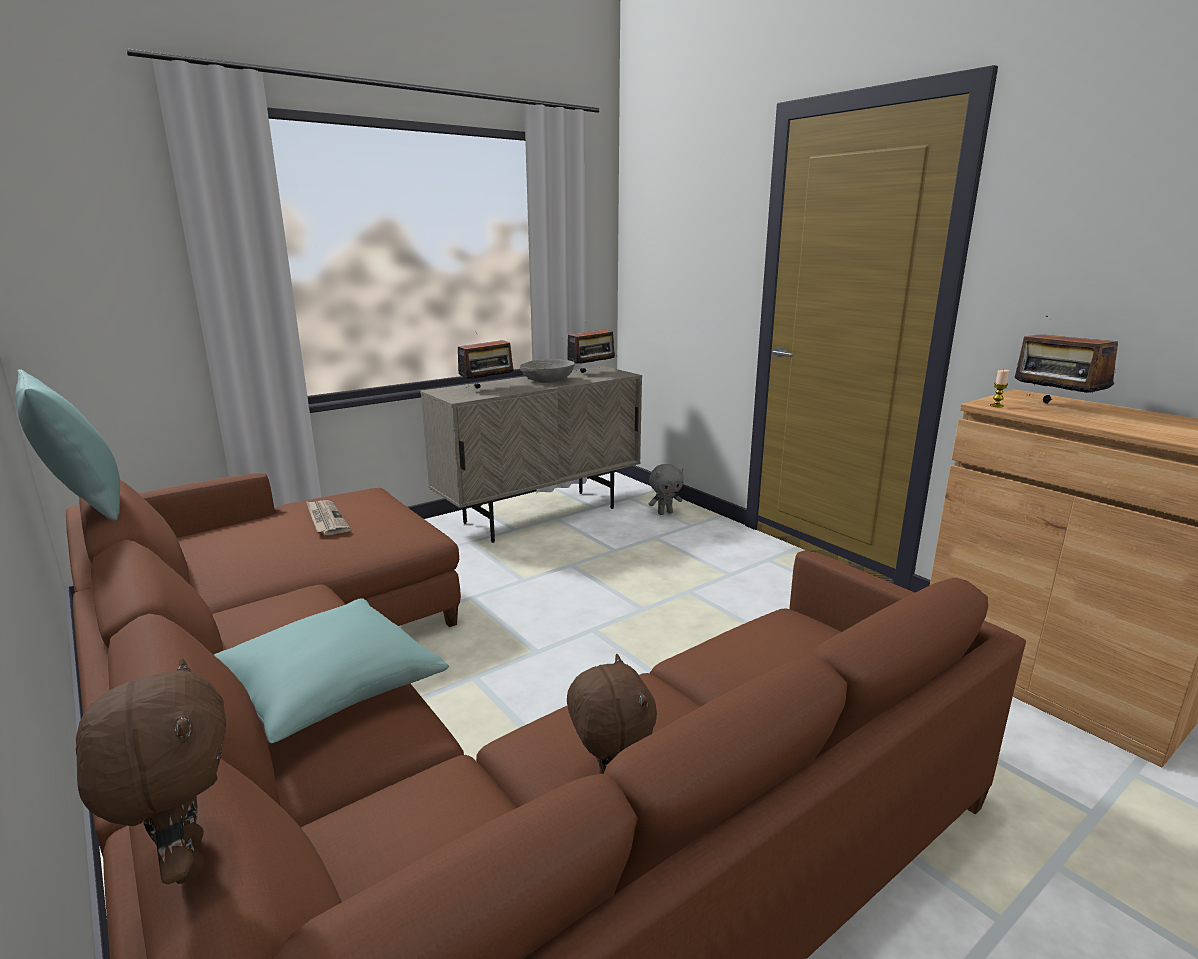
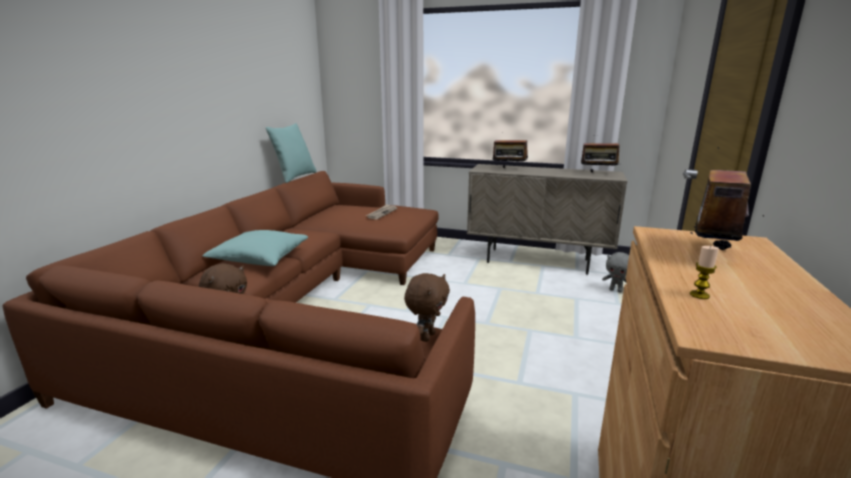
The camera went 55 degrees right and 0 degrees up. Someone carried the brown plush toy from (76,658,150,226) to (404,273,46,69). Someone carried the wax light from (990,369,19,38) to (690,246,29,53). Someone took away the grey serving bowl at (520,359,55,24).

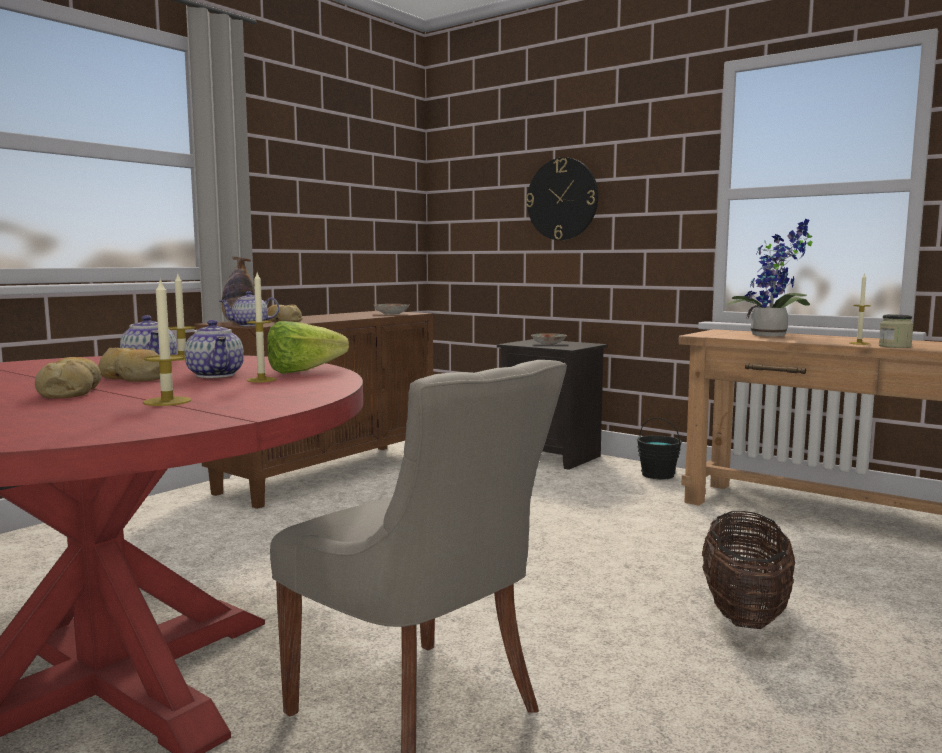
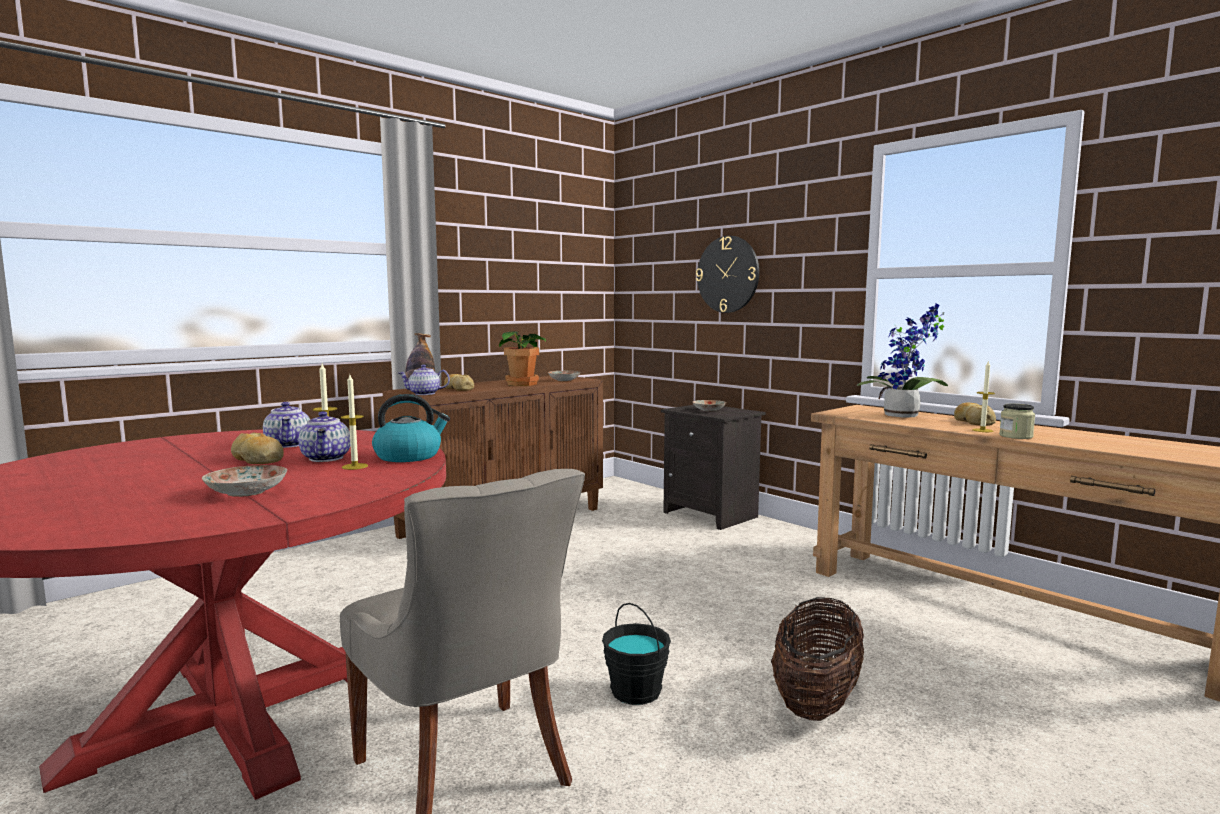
The camera went 10 degrees right and 0 degrees up. Someone swapped the wax light at (143,278,49,128) for the dinner plate at (202,465,85,32). Someone swapped the lettuce at (267,321,82,53) for the tea kettle at (372,394,78,68). Someone put down the potted plant at (499,331,47,55). Someone carried the black water bucket from (637,418,45,61) to (602,603,69,102). Someone carried the bakery bread from (35,357,66,42) to (954,403,42,23).

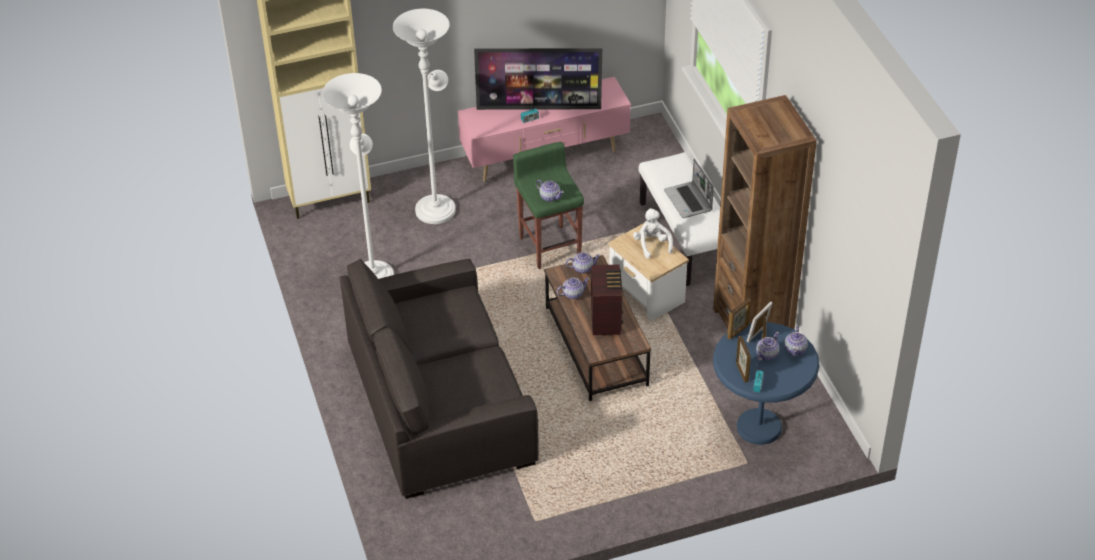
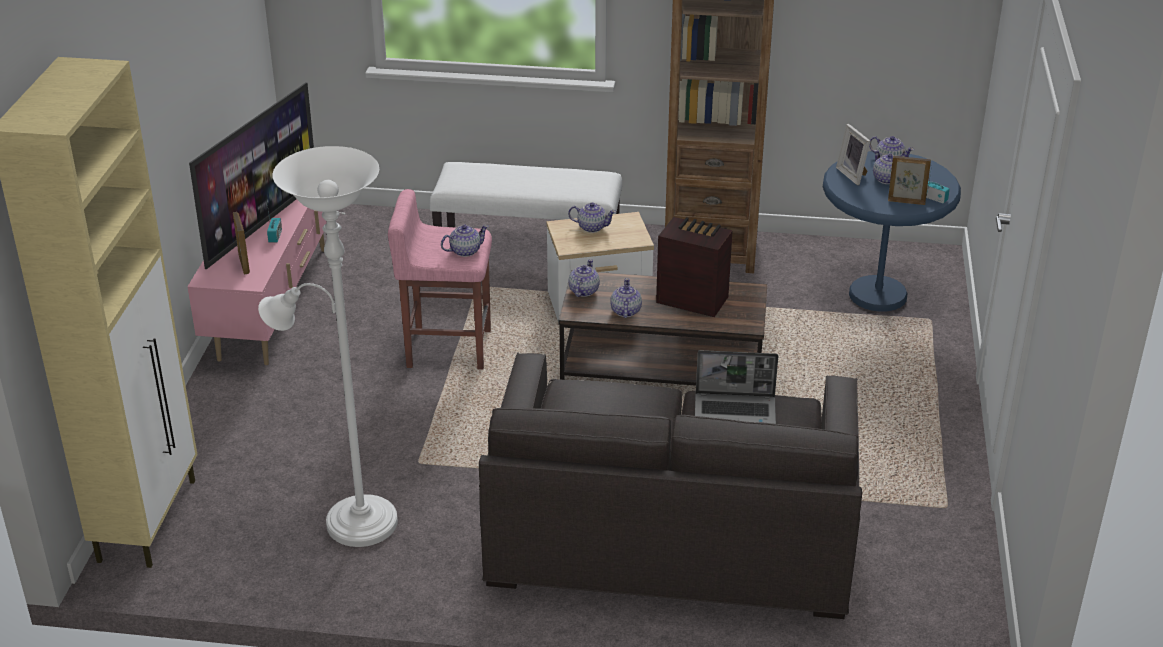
The camera went 65 degrees left and 10 degrees down. Someone carried the picture frame from (727,299,24,41) to (233,212,17,62). Someone repainted the green sitting stool at (513,142,71,127), which became the pink sitting stool at (388,189,104,181). Someone swapped the whitish plush toy at (633,208,40,51) for the teapot at (568,202,48,31). Someone carried the notebook computer from (664,159,50,59) to (695,350,83,74). Someone took away the whitish standard lamp at (393,9,63,215).

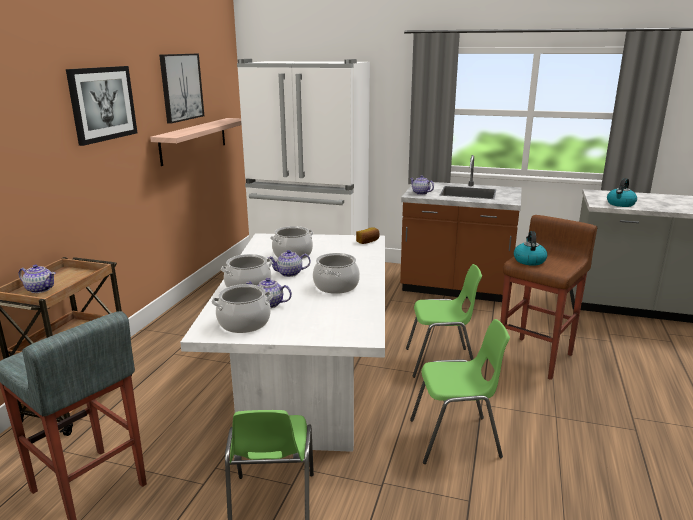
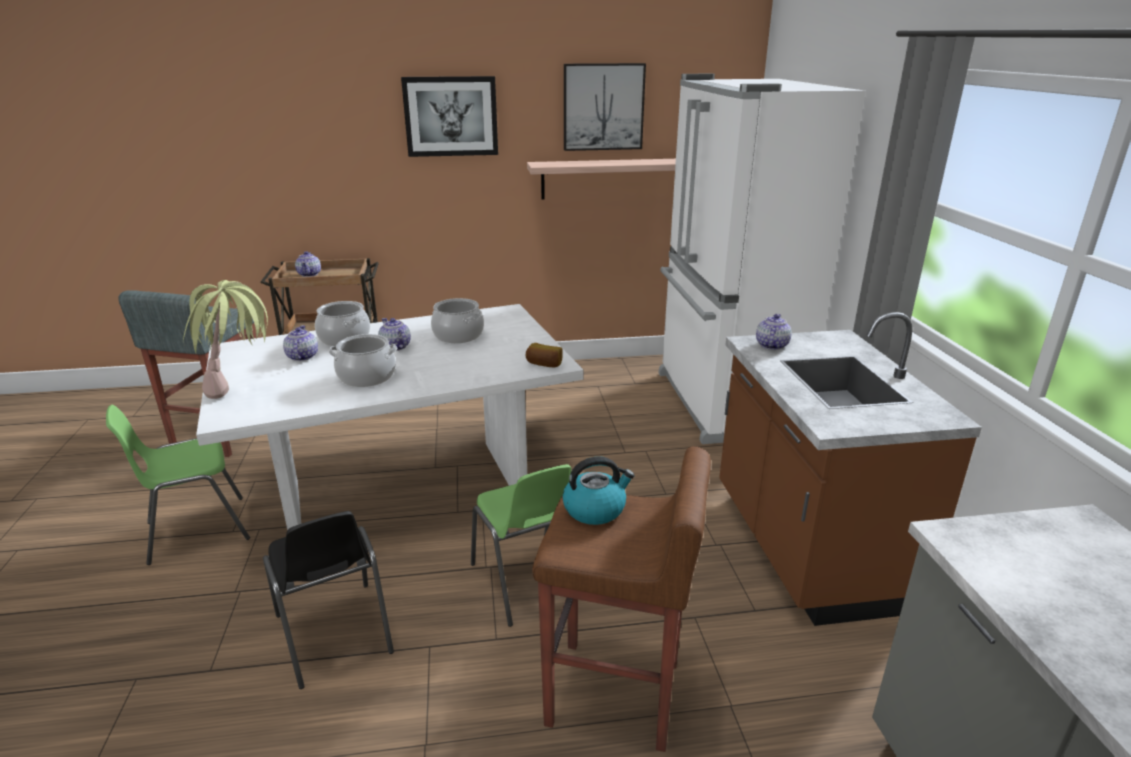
The camera went 65 degrees right and 5 degrees up. Someone put down the potted plant at (183,280,85,119). Someone repainted the green chair at (410,319,100,145), which became the black chair at (263,511,131,178). Someone took away the saucepot at (211,284,62,49). Someone took away the tea kettle at (607,178,30,29).

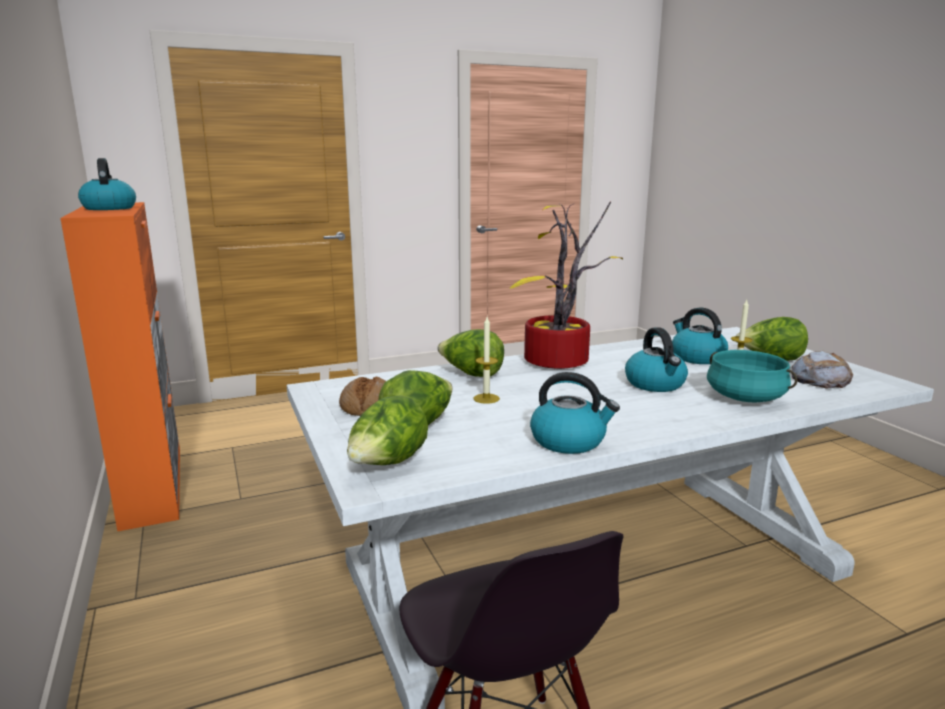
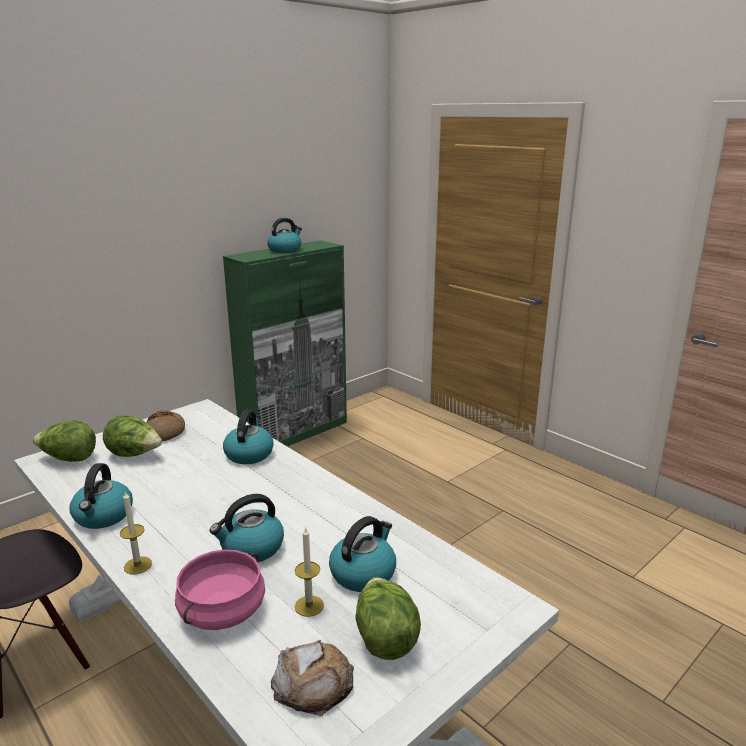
The camera went 70 degrees right and 5 degrees up. Someone carried the wax light from (473,317,27,87) to (120,491,32,83). Someone repainted the turquoise-coloured saucepot at (707,350,91,53), which became the pink saucepot at (175,549,90,81). Someone repainted the orange-coloured cabinet at (60,202,120,330), which became the green cabinet at (223,240,124,206). Someone swapped the lettuce at (437,329,67,48) for the tea kettle at (223,410,51,54). Someone took away the potted plant at (510,202,113,166).

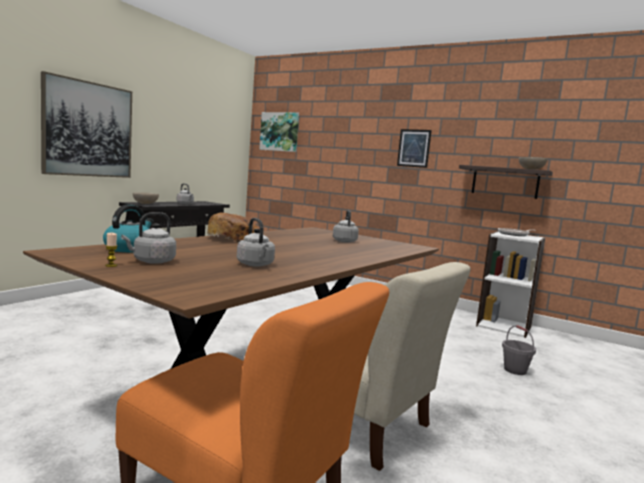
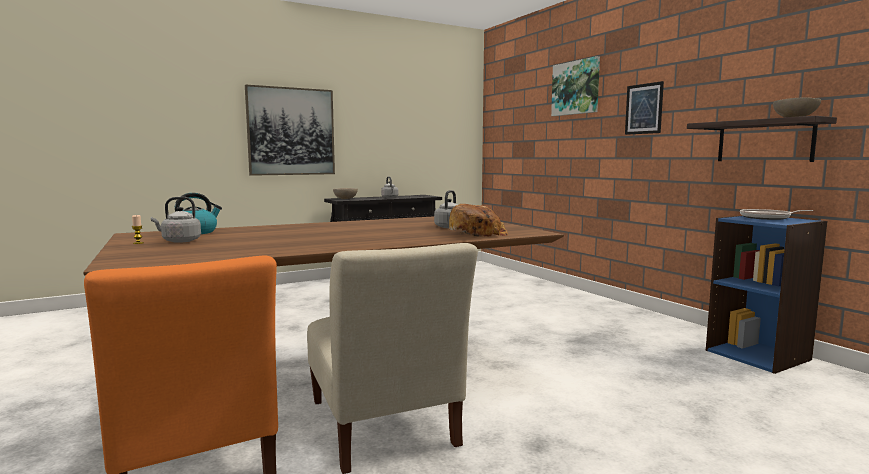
The camera went 30 degrees right and 0 degrees up. Someone carried the bakery bread from (207,212,51,30) to (449,204,59,32). Someone carried the picture from (259,112,40,40) to (551,56,49,60). Someone repainted the whitish bookshelf at (476,231,70,107), which became the bluish bookshelf at (706,216,122,158). Someone took away the grey tea kettle at (237,218,38,49). Someone took away the grey water bucket at (502,325,34,50).

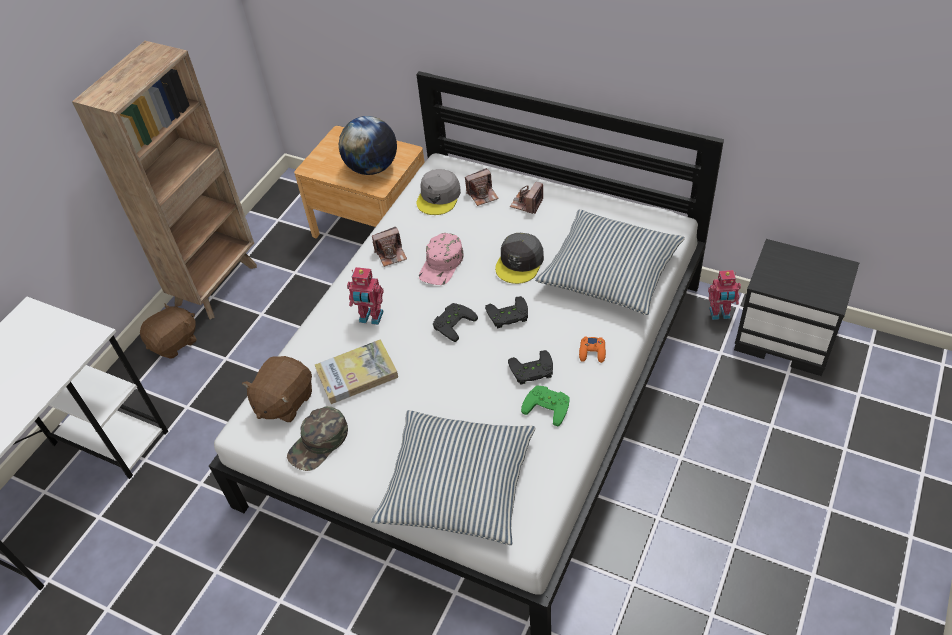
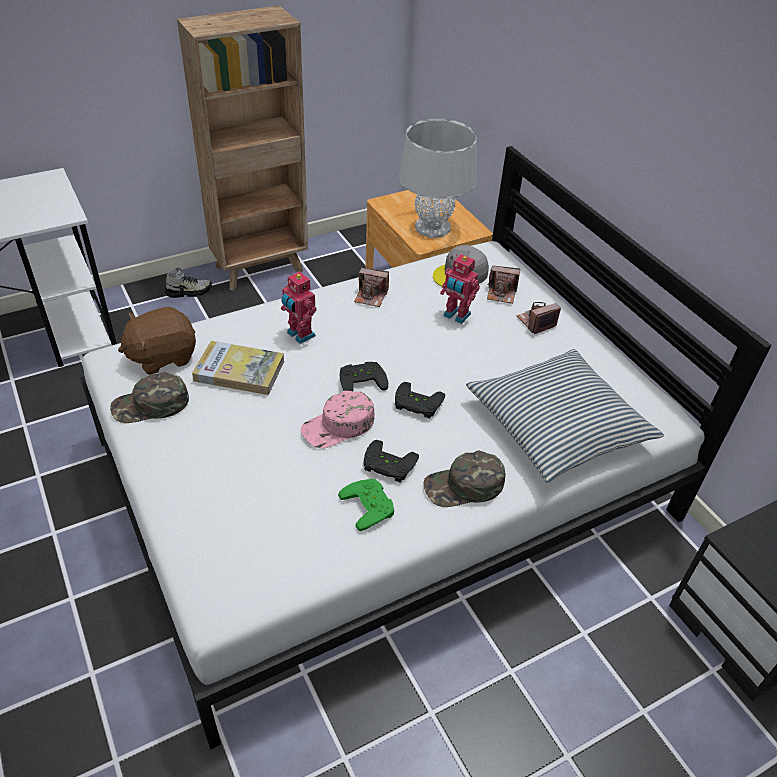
The camera went 30 degrees right and 5 degrees down. Someone swapped the brown plush toy at (140,303,57,55) for the low shoe at (165,267,47,31). Someone carried the pink cap from (419,233,45,52) to (301,391,74,57). Someone swapped the globe at (338,116,59,59) for the grey tabletop lamp at (399,119,78,119). Someone swapped the orange-coloured gamepad at (579,337,27,26) for the green cap at (424,451,81,56). Someone carried the model robot from (708,270,33,50) to (440,254,40,70). Someone took away the throw pillow at (371,410,165,135). Someone took away the grey cap at (495,233,49,51).

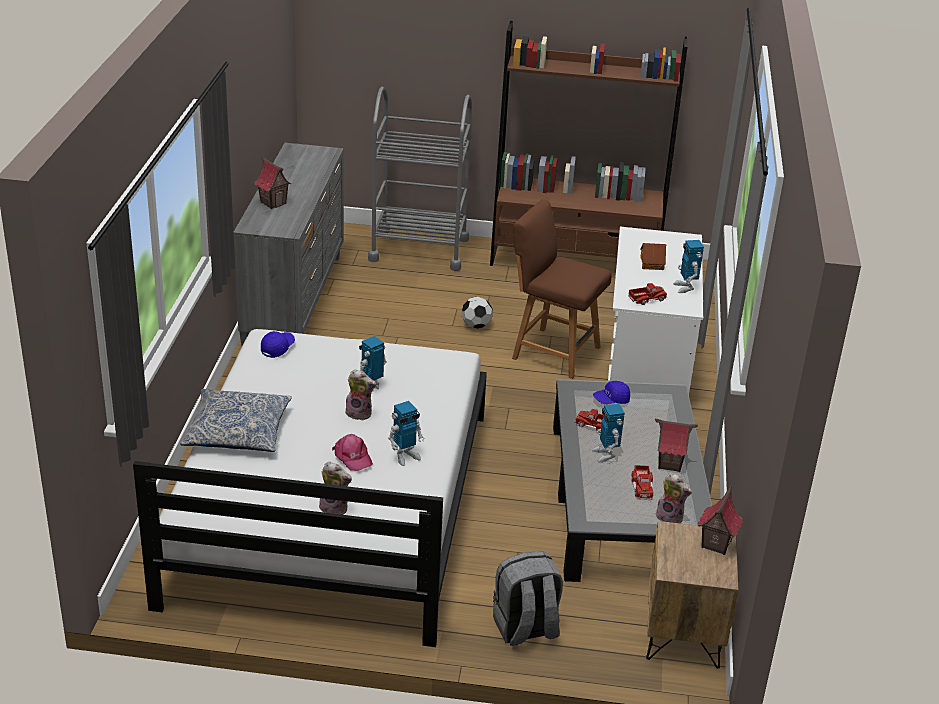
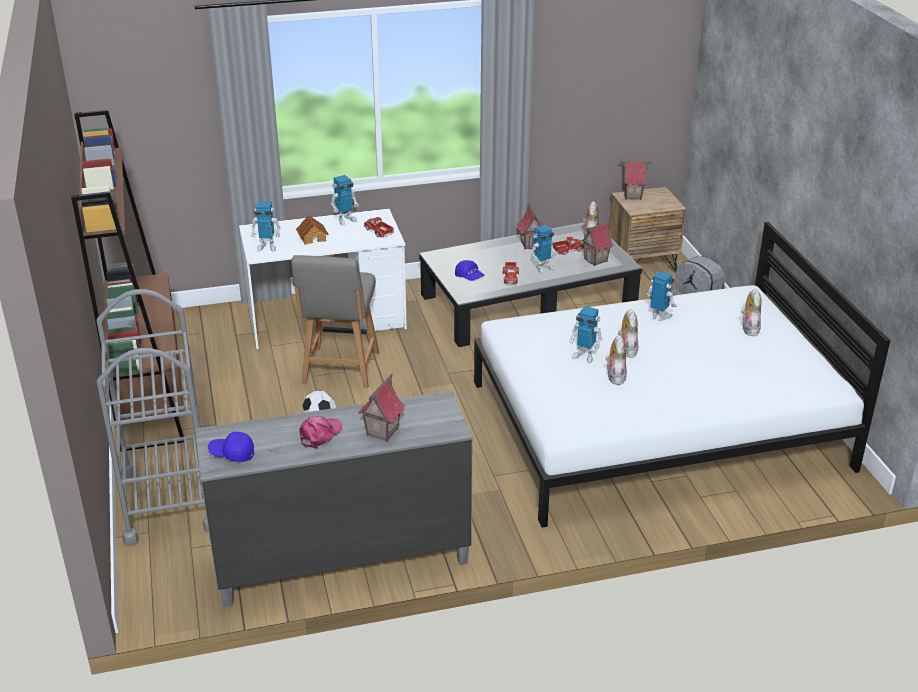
The camera went 110 degrees left and 0 degrees up. Someone carried the bluish cap from (261,331,34,27) to (208,432,46,30). Someone put down the model robot at (251,201,30,51). Someone repainted the brown chair at (512,199,100,180), which became the grey chair at (291,255,88,133). Someone carried the pink cap from (332,434,41,37) to (299,416,43,32). Someone put down the toy house at (580,220,34,46). Someone put down the plush toy at (605,335,22,50). Someone took away the throw pillow at (180,389,112,63).

